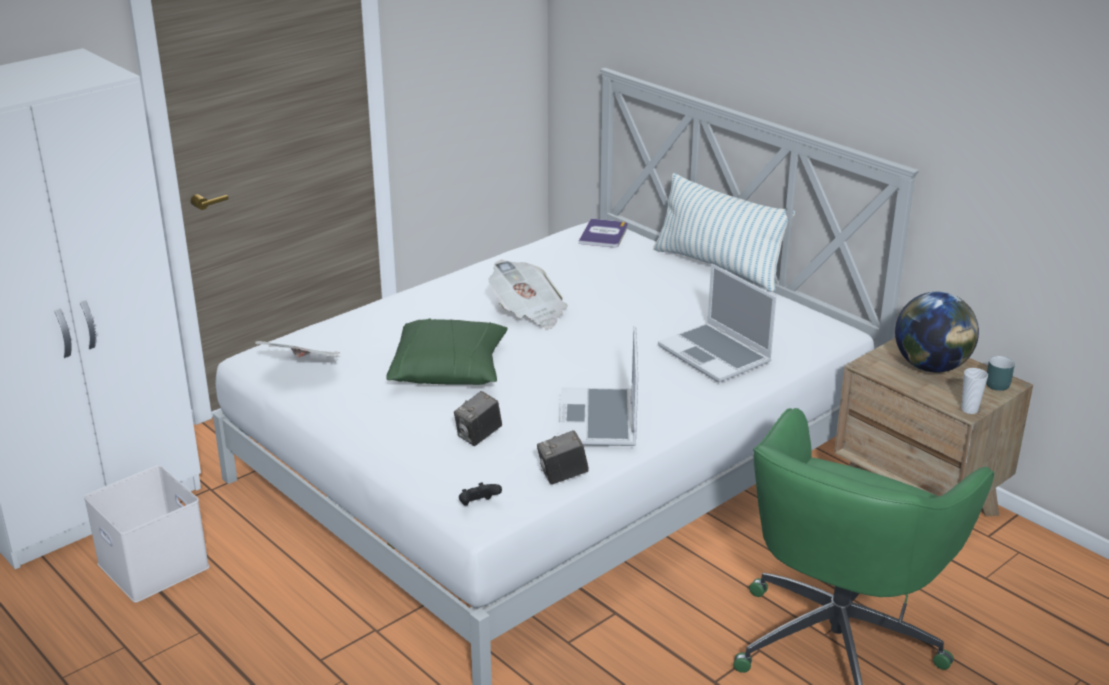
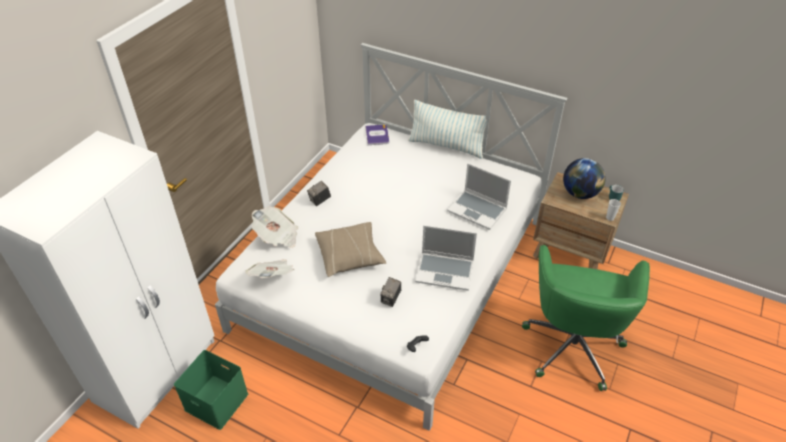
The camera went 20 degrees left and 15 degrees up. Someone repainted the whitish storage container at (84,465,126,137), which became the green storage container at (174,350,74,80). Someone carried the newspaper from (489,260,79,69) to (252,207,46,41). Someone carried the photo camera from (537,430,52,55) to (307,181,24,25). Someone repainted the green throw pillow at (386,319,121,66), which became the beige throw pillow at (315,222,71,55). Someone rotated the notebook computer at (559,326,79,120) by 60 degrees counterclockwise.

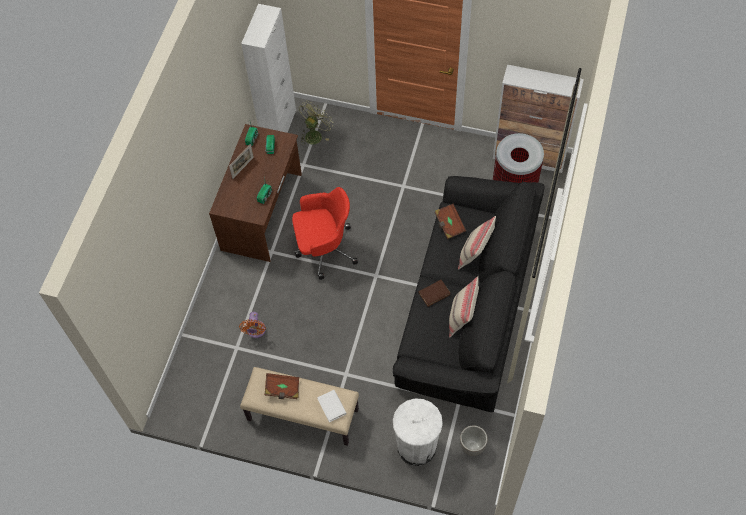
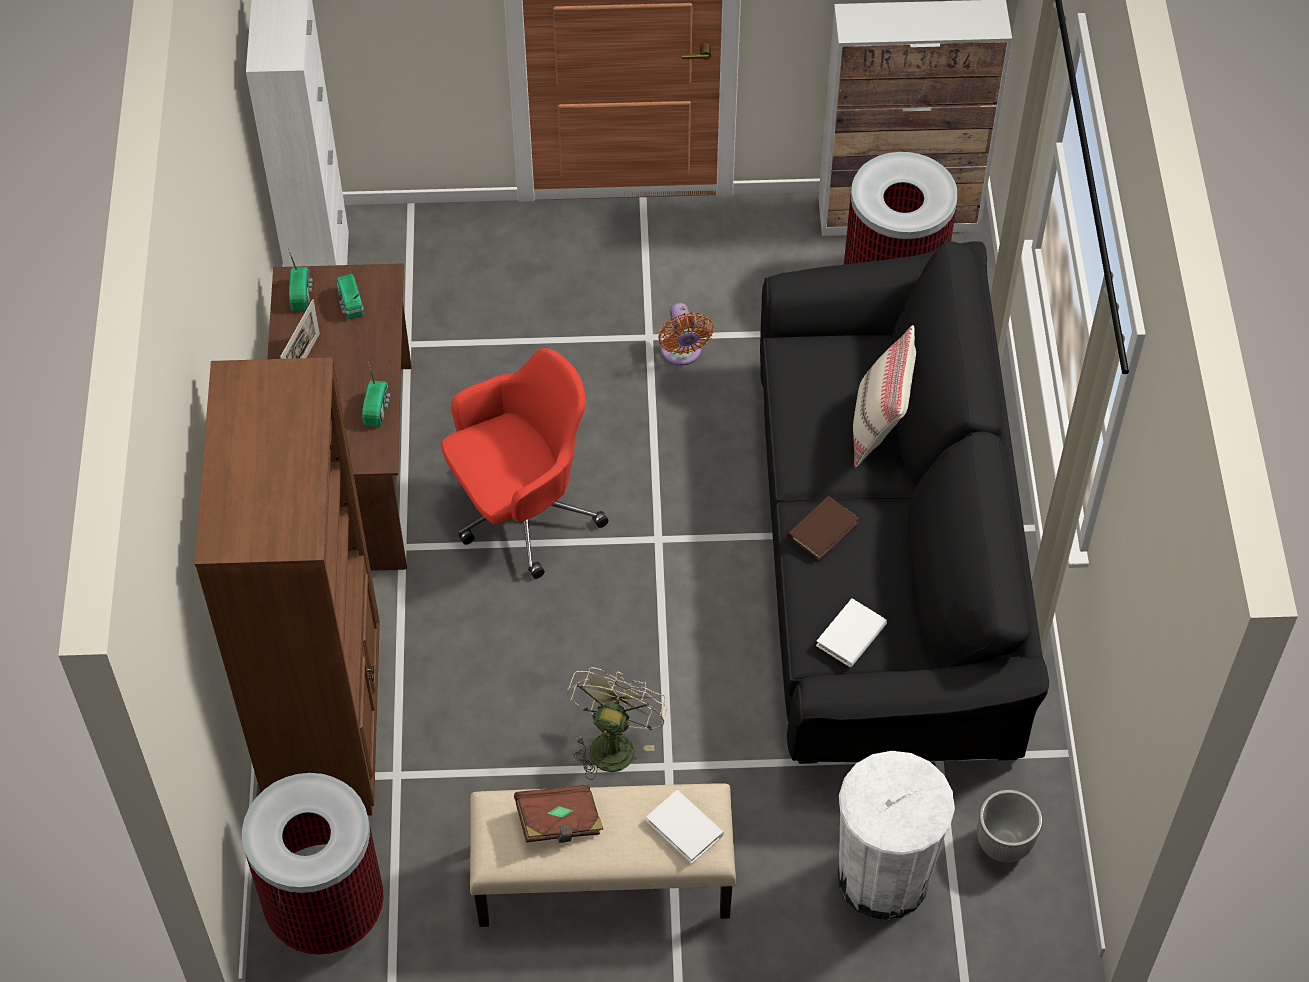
The camera went 20 degrees left and 5 degrees down. Someone put down the brown bookshelf at (195,357,185,459). Someone put down the trash can at (242,773,142,182). Someone carried the green cooling fan from (299,101,35,44) to (567,667,100,113). Someone carried the orange-coloured cooling fan from (239,312,27,26) to (658,303,56,63). Someone put down the whitish bound book at (816,598,71,69). Someone took away the brown bound book at (435,204,31,35). Someone took away the beige throw pillow at (449,276,30,61).

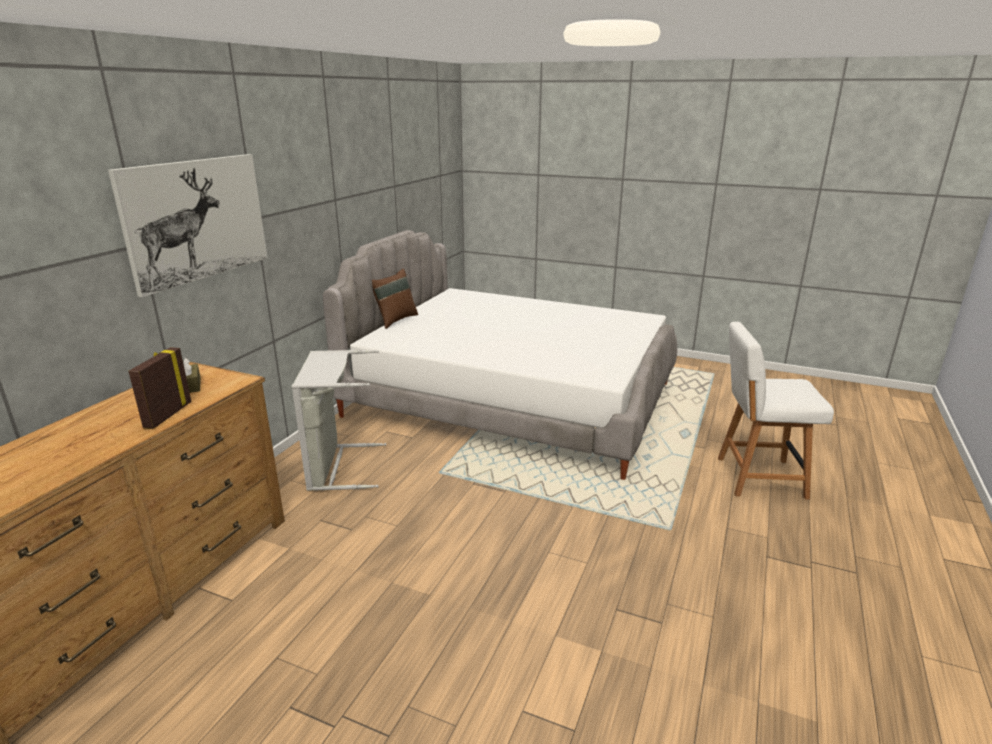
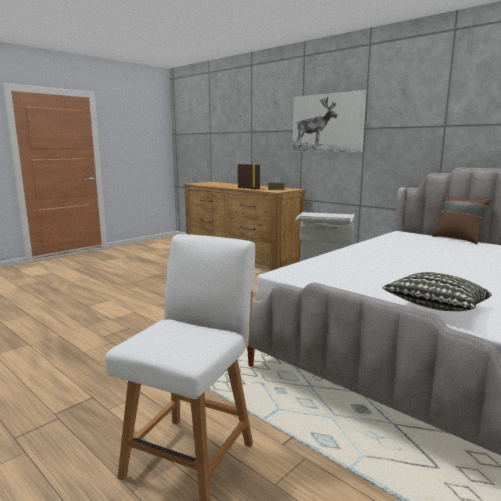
The camera went 110 degrees right and 10 degrees down. Someone put down the throw pillow at (382,272,110,39).

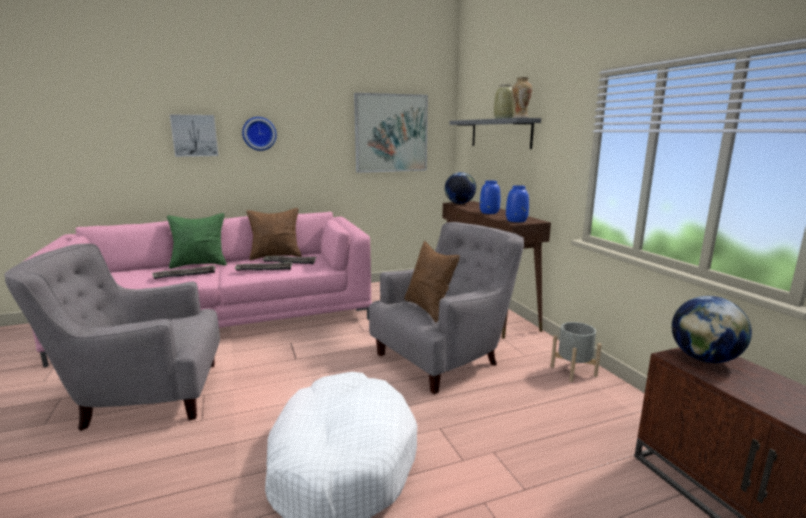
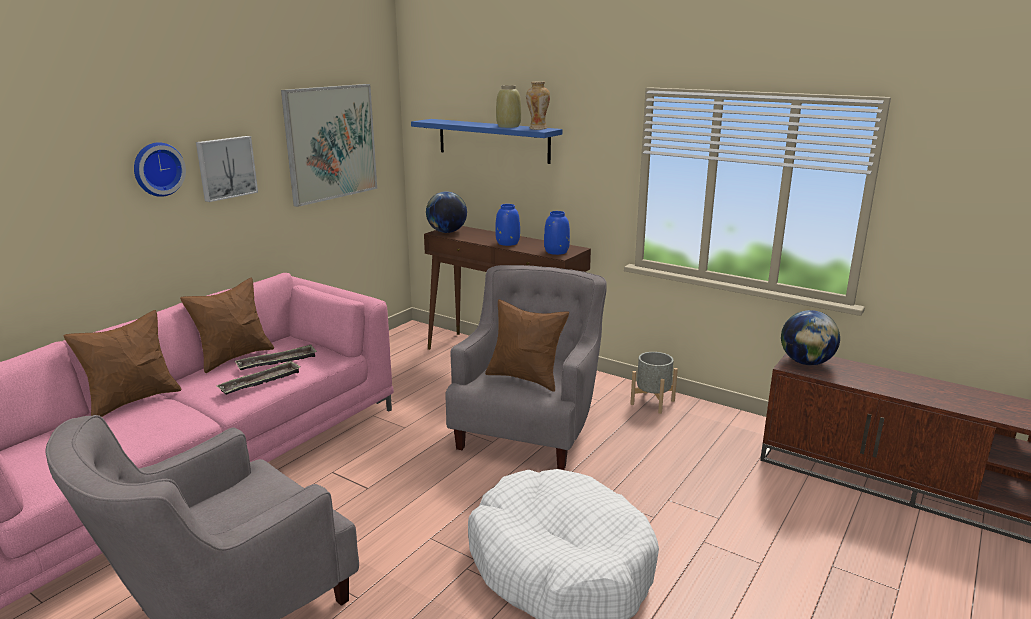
The camera went 35 degrees left and 5 degrees up. Someone repainted the green throw pillow at (167,213,60,56), which became the brown throw pillow at (64,310,118,107). Someone carried the picture from (170,115,48,42) to (196,136,62,66). Someone repainted the grey shelf at (449,118,92,31), which became the bluish shelf at (411,119,151,45). Someone took away the serving tray at (152,265,64,14).

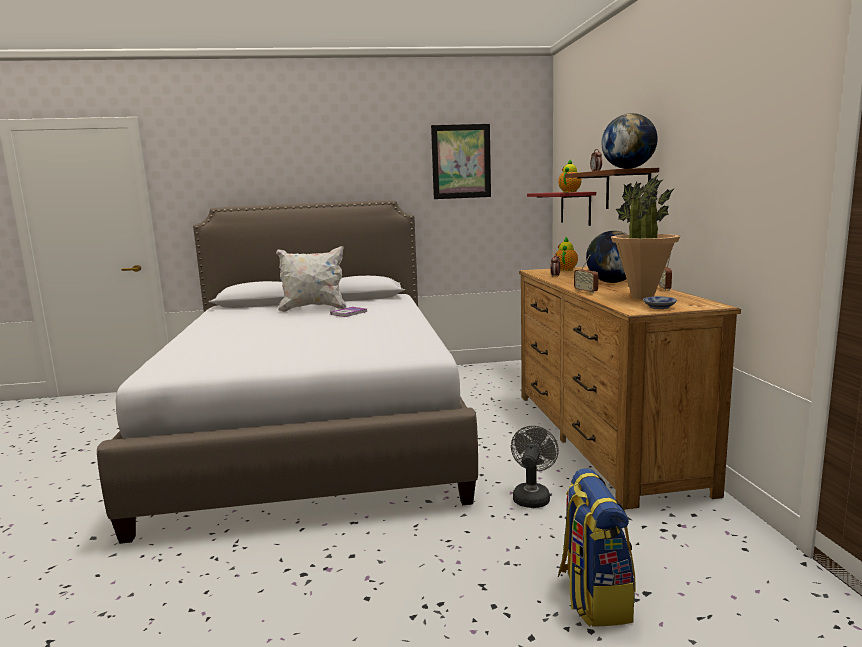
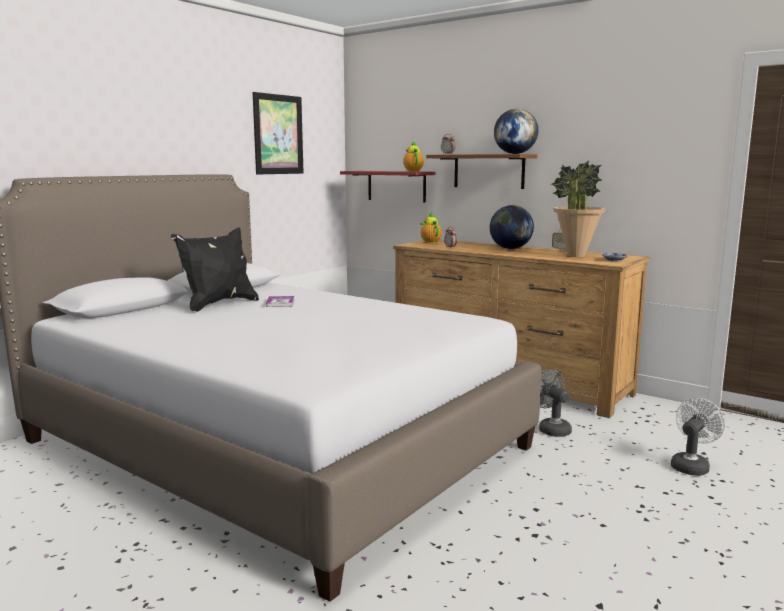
The camera went 45 degrees left and 0 degrees up. Someone repainted the whitish throw pillow at (276,246,71,66), which became the black throw pillow at (171,227,88,85). Someone swapped the backpack at (558,468,78,159) for the whitish cooling fan at (671,398,54,78). Someone took away the radio set at (574,255,25,39).

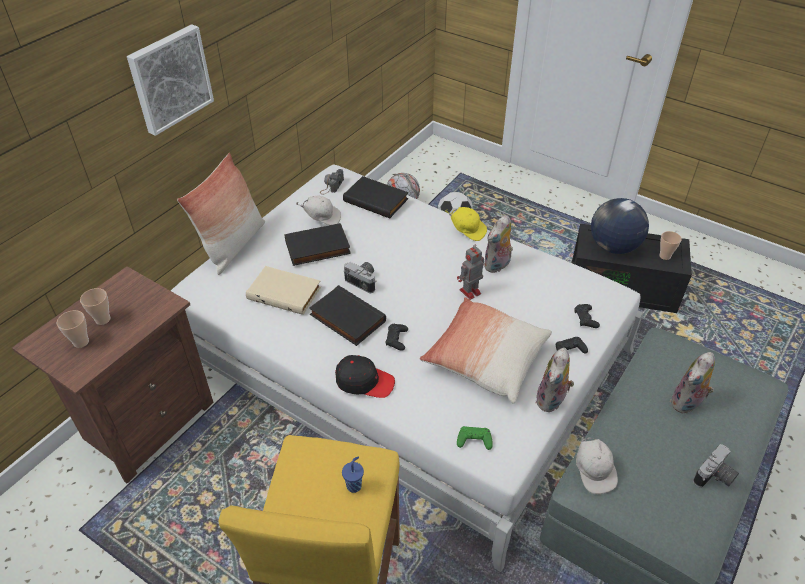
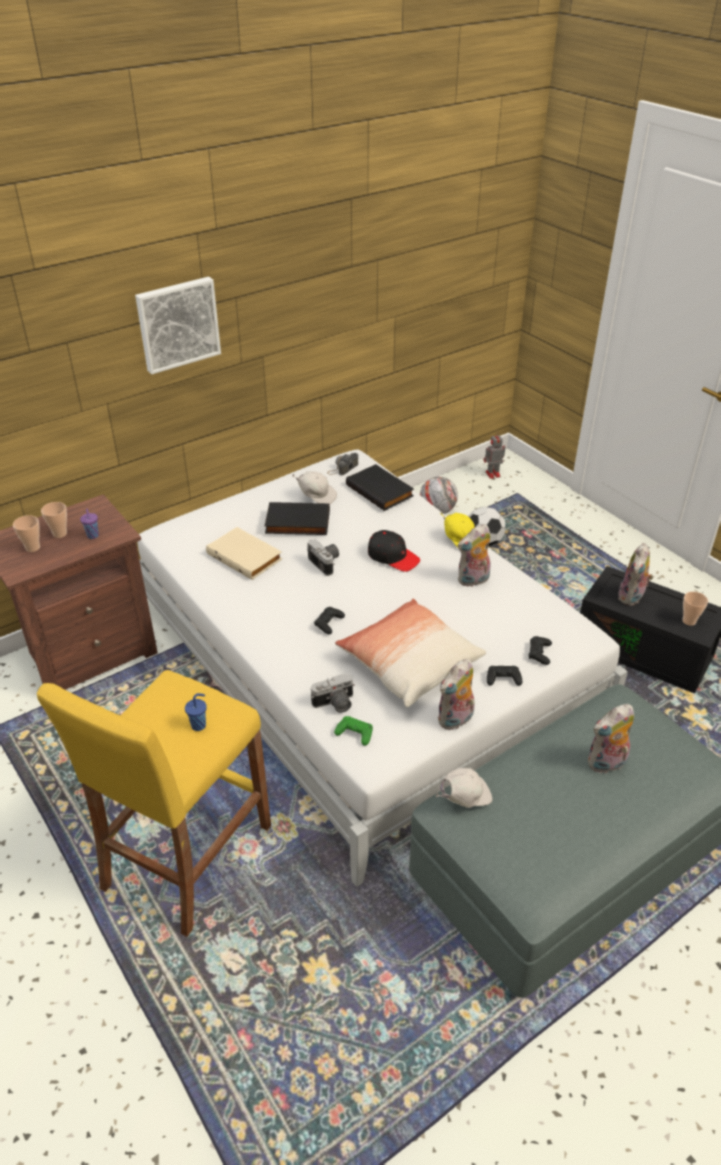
The camera went 20 degrees right and 5 degrees down. Someone put down the purplish small cup at (80,509,19,30). Someone carried the photo camera from (693,444,46,43) to (311,673,44,40). Someone carried the black cap from (335,355,60,43) to (368,530,52,42). Someone rotated the whitish cap at (576,431,42,63) by 120 degrees counterclockwise. Someone carried the model robot from (457,246,27,54) to (483,434,22,45). Someone swapped the globe at (591,198,58,56) for the plush toy at (618,543,35,63). Someone took away the throw pillow at (177,153,88,122). Someone took away the black bound book at (309,285,77,61).

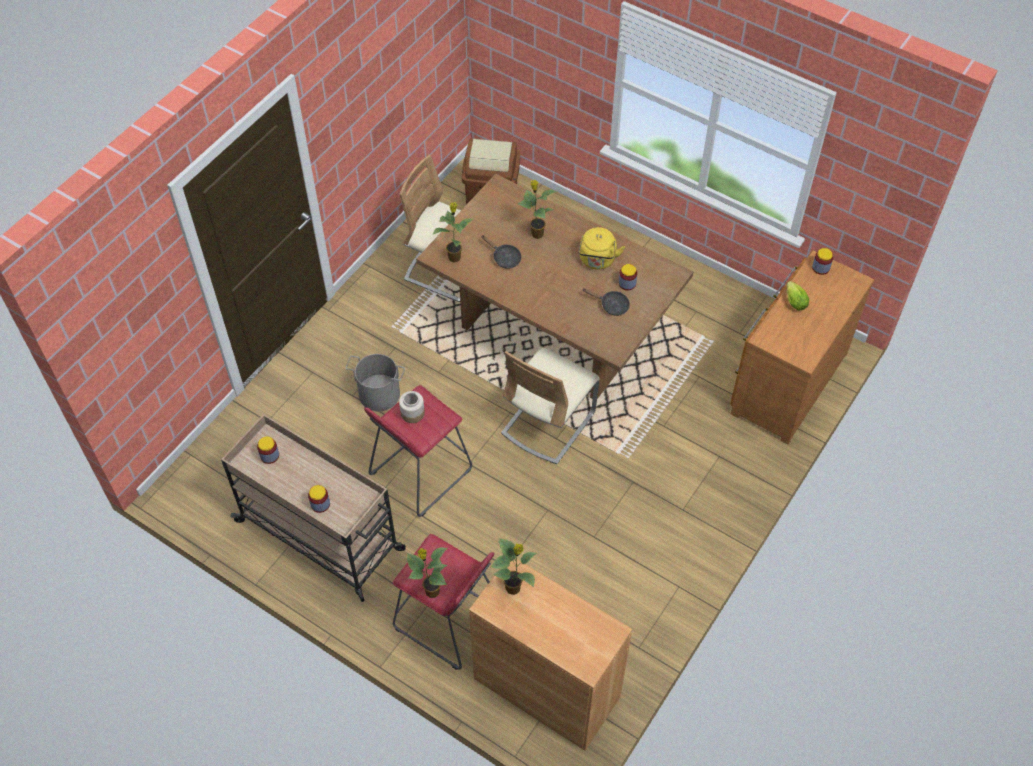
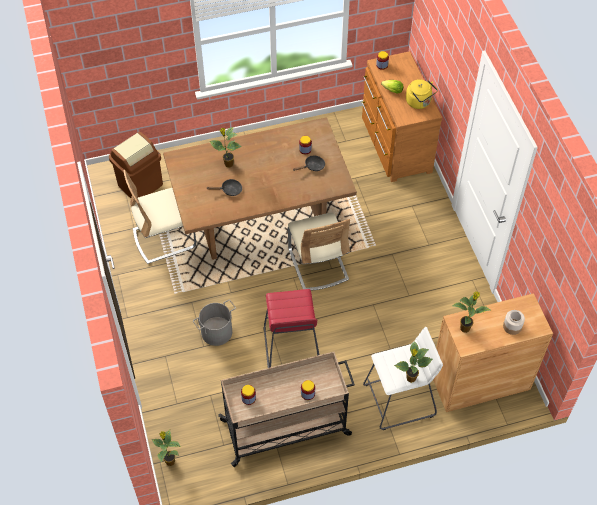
The camera went 50 degrees left and 0 degrees up. Someone carried the potted plant from (432,202,42,61) to (152,429,29,37). Someone repainted the red-coloured sitting stool at (392,534,102,136), which became the whitish sitting stool at (363,327,80,103). Someone carried the yellow-coloured tea kettle from (579,227,46,43) to (406,79,32,30). Someone carried the jar from (399,391,26,32) to (503,310,22,25).

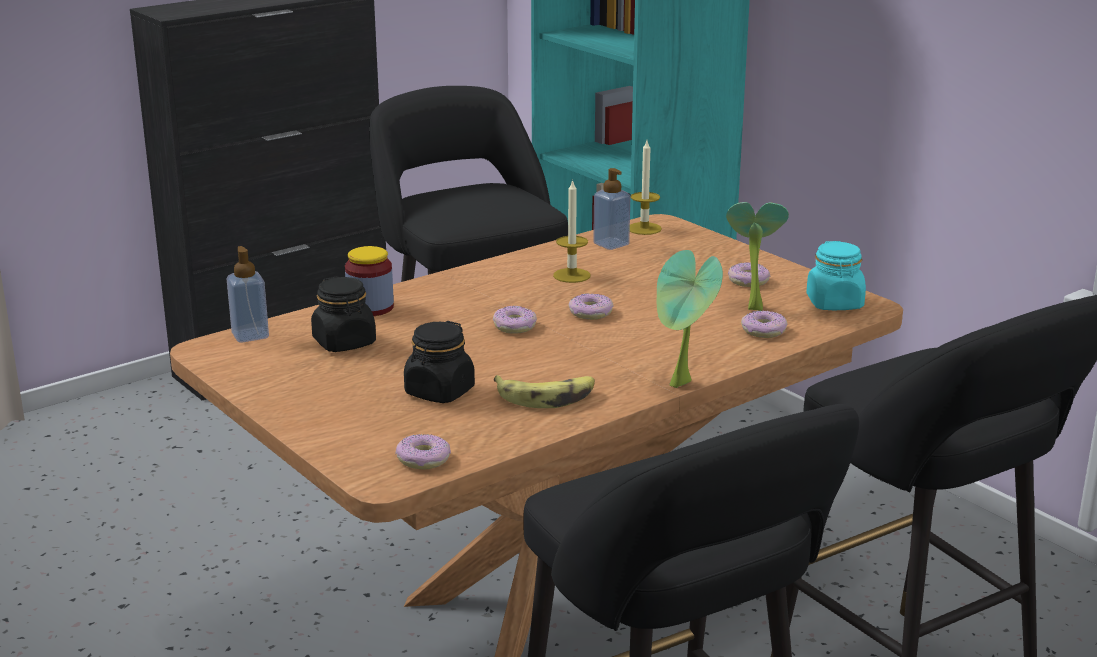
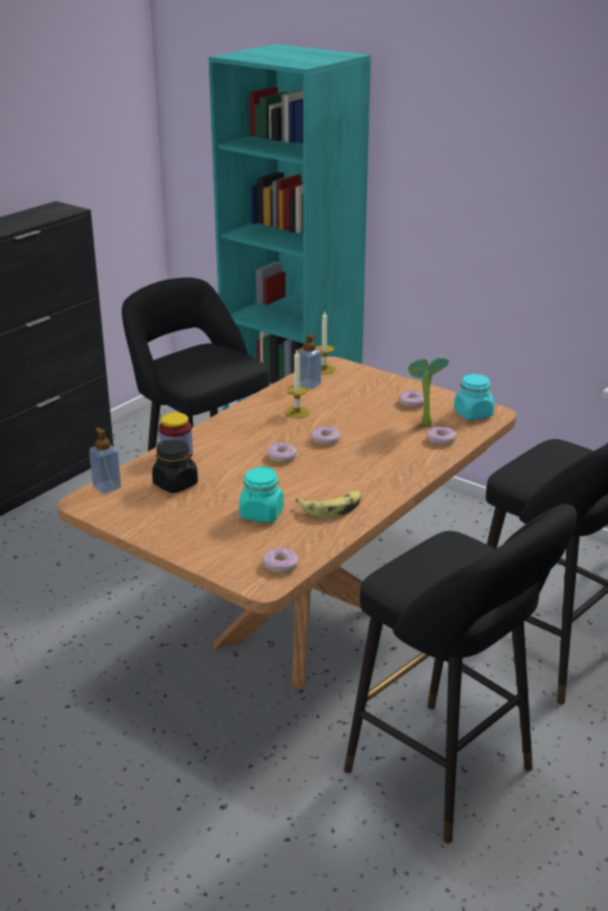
The camera went 15 degrees left and 5 degrees up. Someone repainted the black jar at (404,321,71,82), which became the turquoise-coloured jar at (239,466,45,56). Someone took away the potted plant at (657,250,66,138).

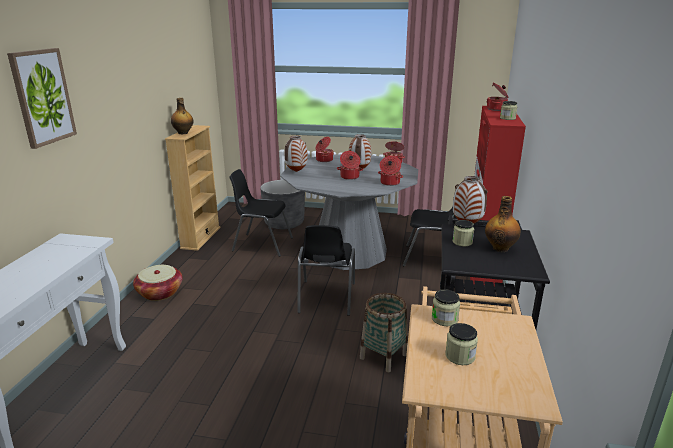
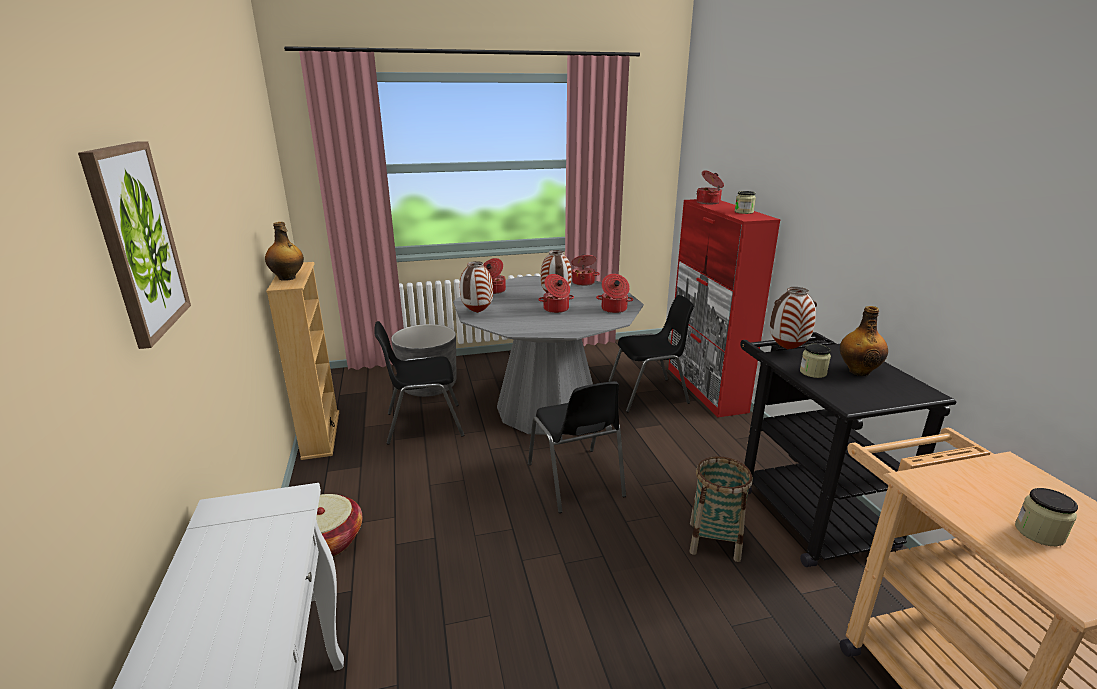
The camera went 25 degrees left and 0 degrees up. Someone took away the jar at (432,289,28,37).

